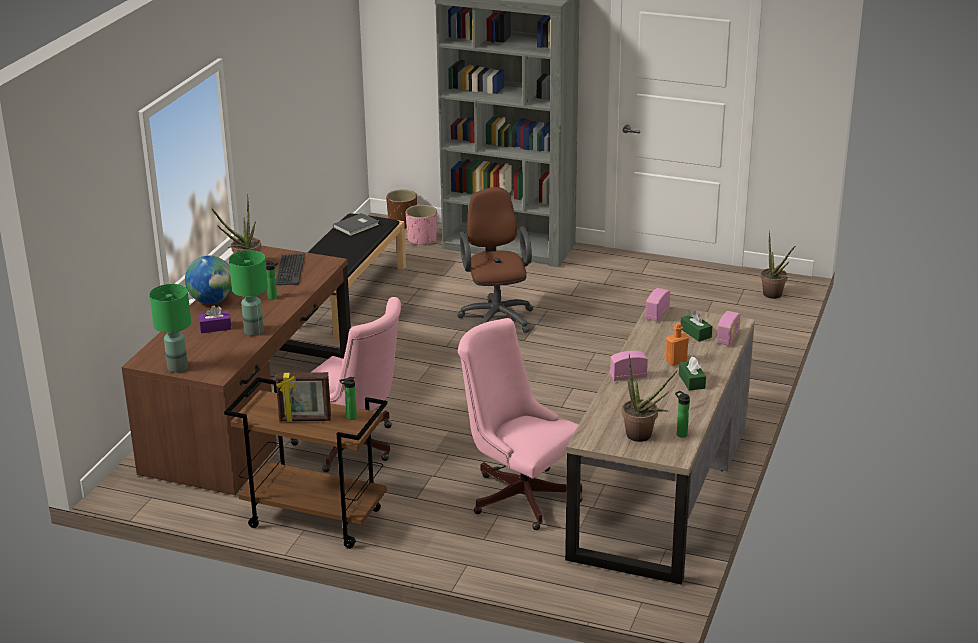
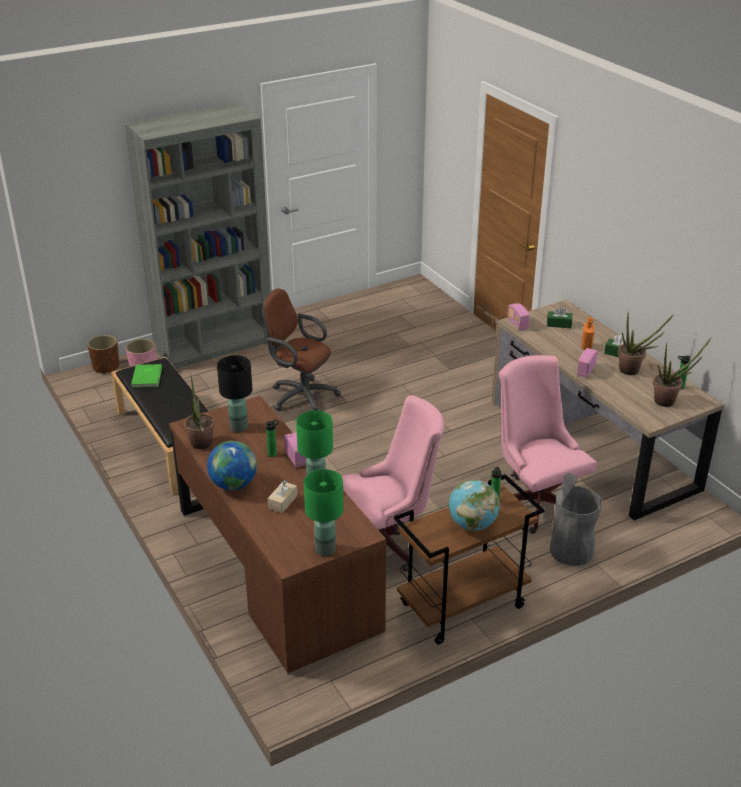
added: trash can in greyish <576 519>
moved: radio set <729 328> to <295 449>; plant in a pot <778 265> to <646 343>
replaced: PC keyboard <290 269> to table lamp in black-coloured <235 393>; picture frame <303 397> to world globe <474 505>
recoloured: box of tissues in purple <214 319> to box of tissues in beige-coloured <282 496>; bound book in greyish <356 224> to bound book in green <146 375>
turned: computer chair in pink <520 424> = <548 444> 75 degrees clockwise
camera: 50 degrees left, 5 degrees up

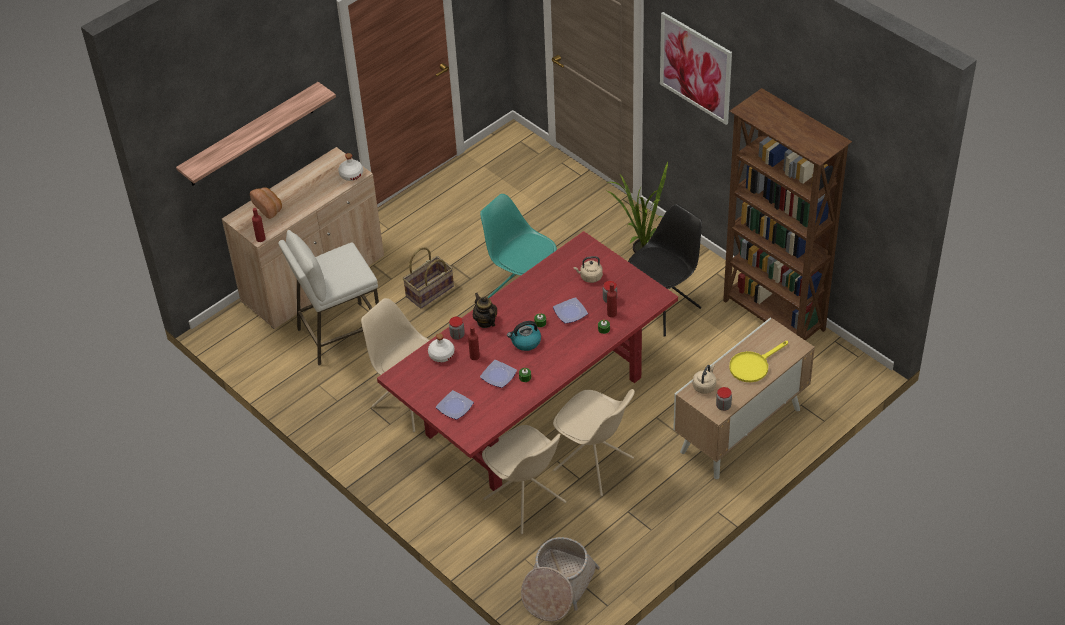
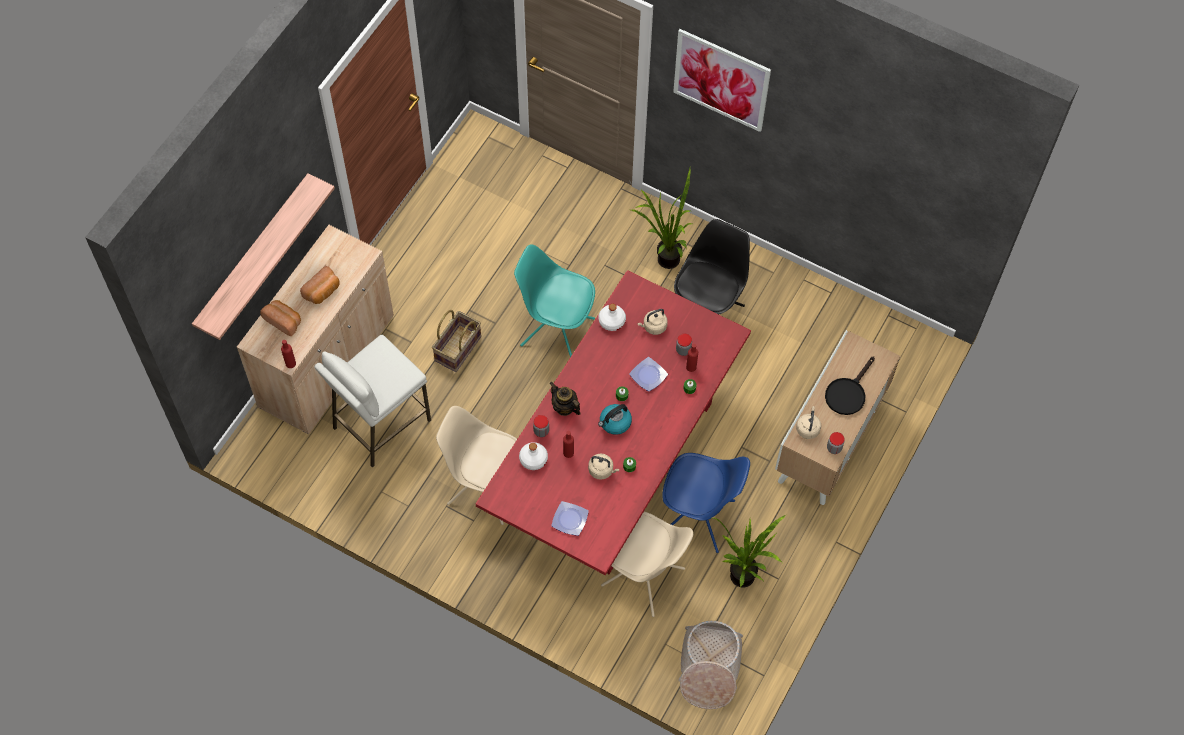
removed: shelving unit in brownish <787 214>
added: baked bread <320 285>; plant in a pot <750 551>
moved: drink bottle in white <350 167> to <612 317>
replaced: plate <498 374> to kettle in beige-coloured <603 466>
recoloured: chair in beige-coloured <594 442> to chair in blue <706 503>; skillet in yellow <758 361> to skillet in black-coloured <850 385>
camera: 20 degrees left, 15 degrees up

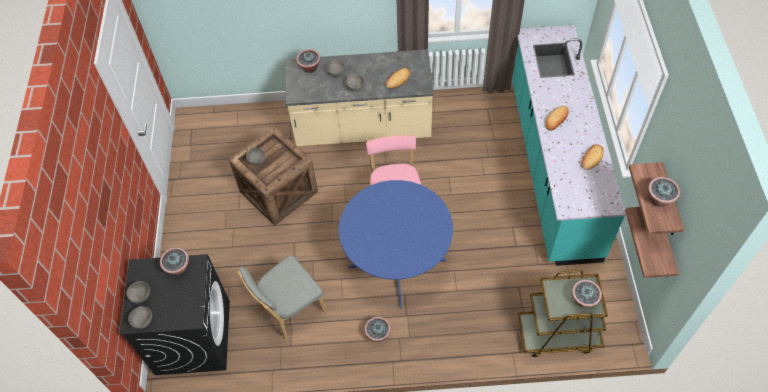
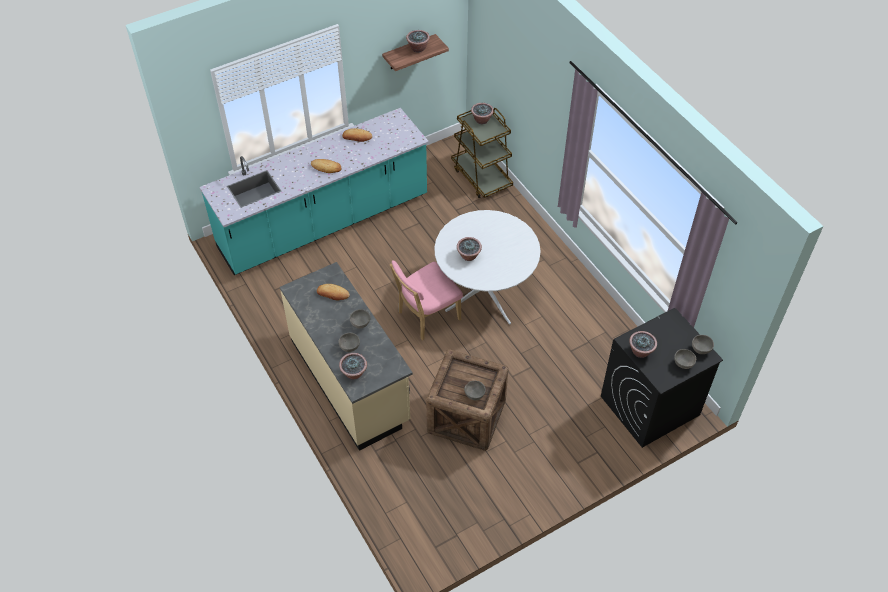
removed: chair in greyish <282 297>; wall shelf <652 242>
moved: plant in a pot <377 329> to <469 249>
recoloured: dinner table in blue <395 244> to dinner table in white <487 267>
camera: 120 degrees left, 5 degrees down

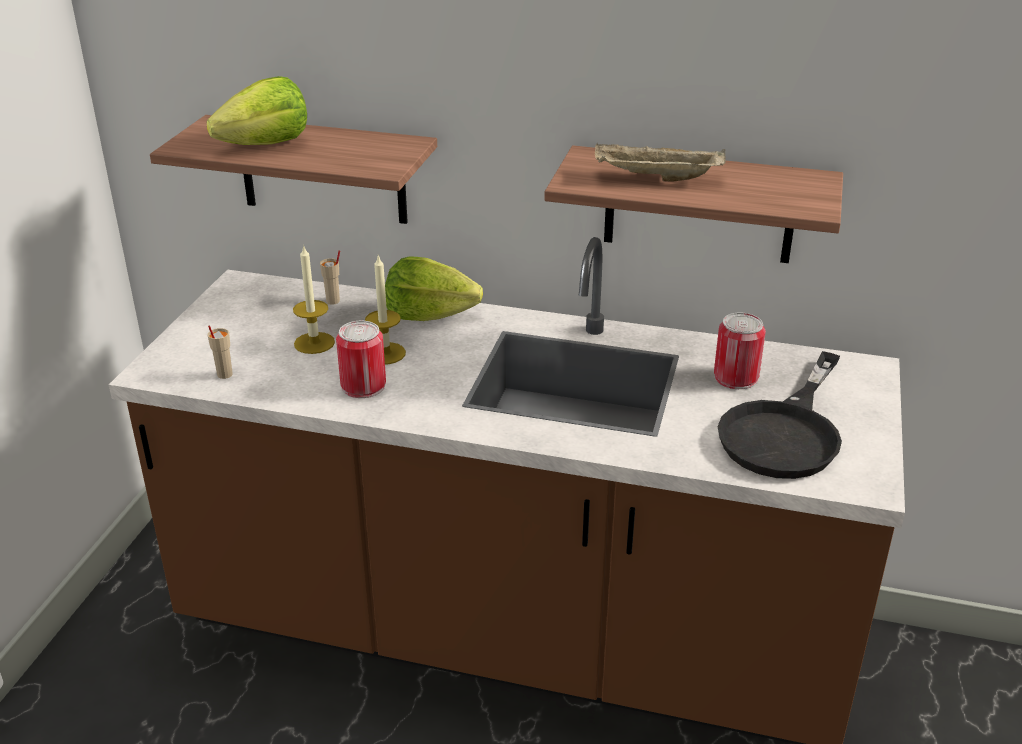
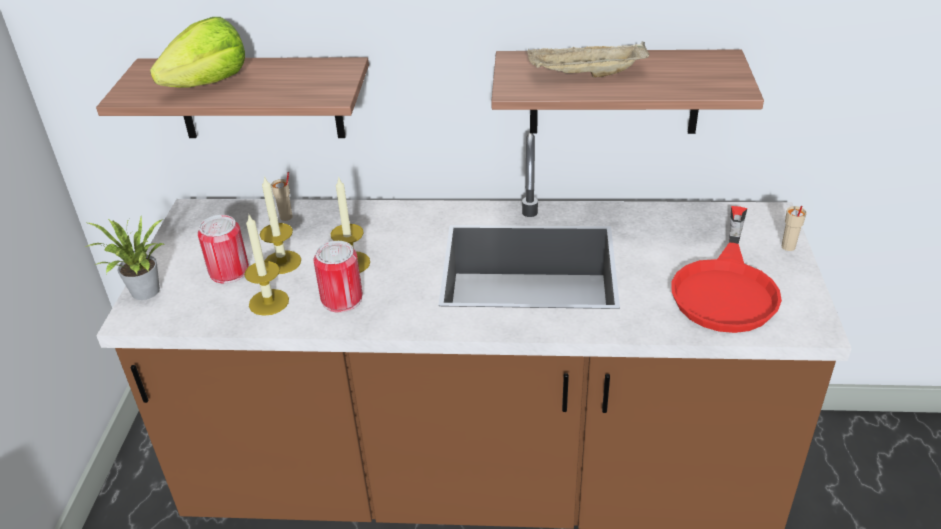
removed: head of lettuce <434 288>
added: plant in a pot <125 258>; wax candle <266 265>
moved: drinking cup in beige-coloured <220 352> to <794 228>; metal can <740 351> to <223 249>
recoloured: skillet in black-coloured <780 415> to skillet in reddish <726 269>
camera: 10 degrees left, 5 degrees up

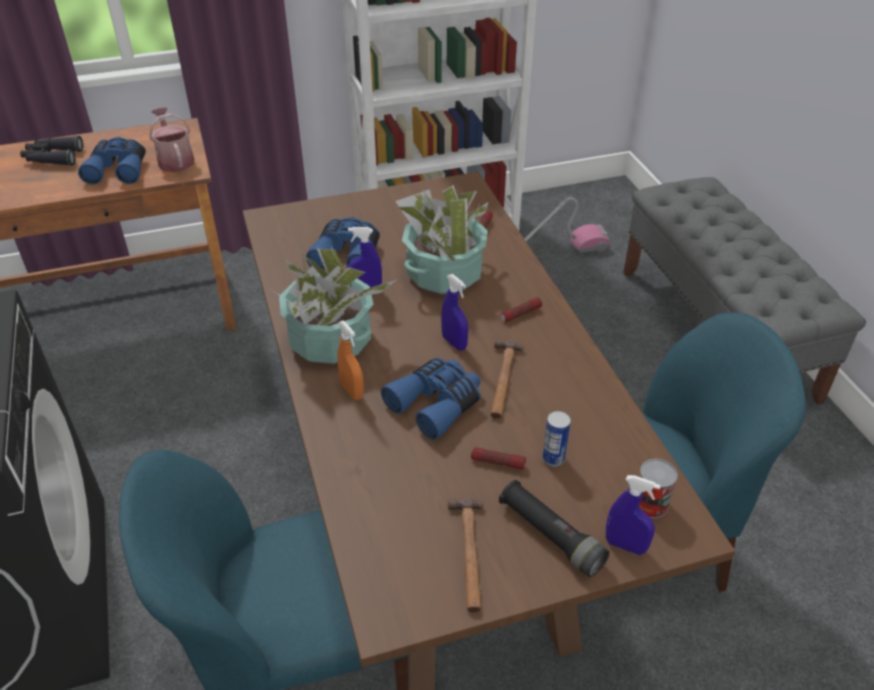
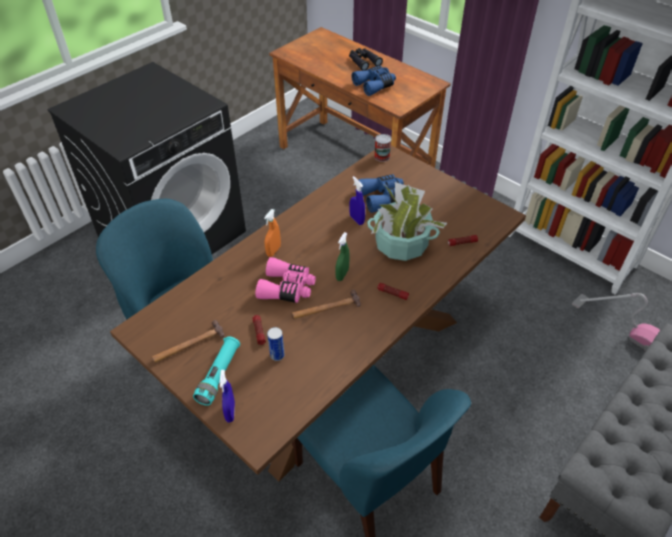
removed: sprinkling can <171 139>; plant in a pot <334 305>
moved: metal can <657 488> to <382 148>
recoloured: binoculars in blue <431 398> to binoculars in pink <285 280>; spray bottle in blue <454 312> to spray bottle in green <342 256>; torch in black-coloured <554 528> to torch in turquoise-coloured <216 371>
camera: 60 degrees right, 5 degrees up

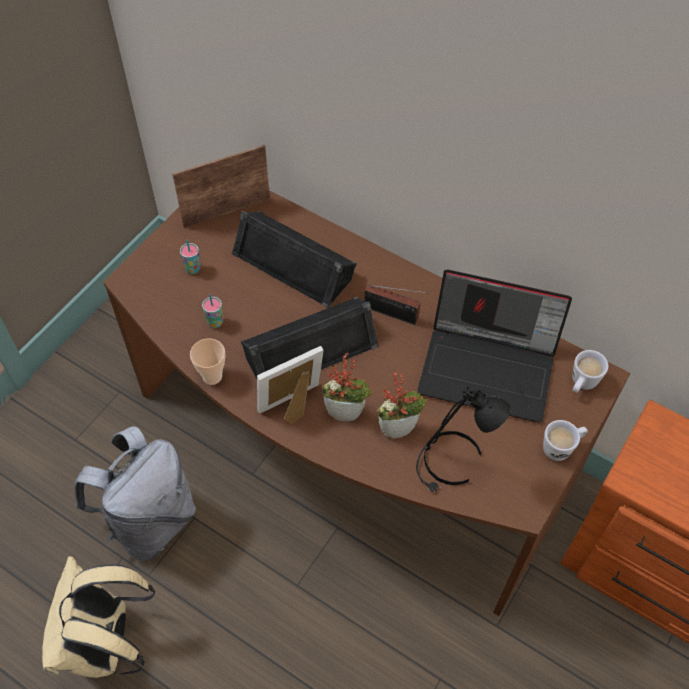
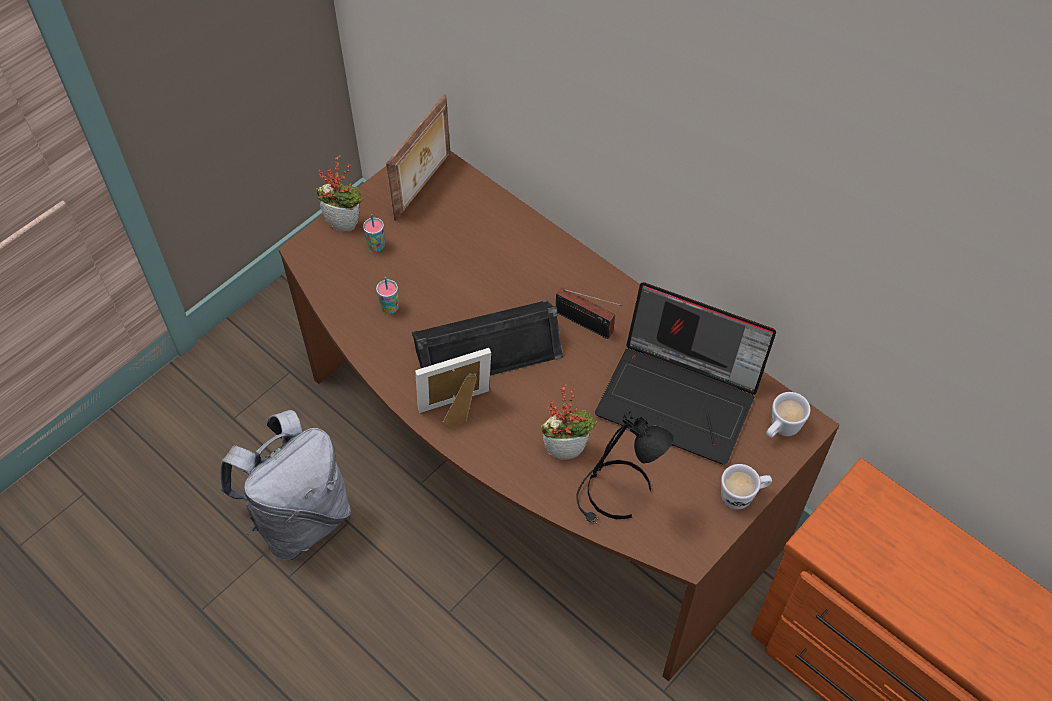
removed: backpack in beige-coloured <98 617>; drinking cup <207 362>; audio speaker in black-coloured <294 259>
moved: plant in a pot <347 387> to <339 193>
turned: picture frame <221 186> = <418 157> 135 degrees clockwise
camera: 10 degrees right, 0 degrees up

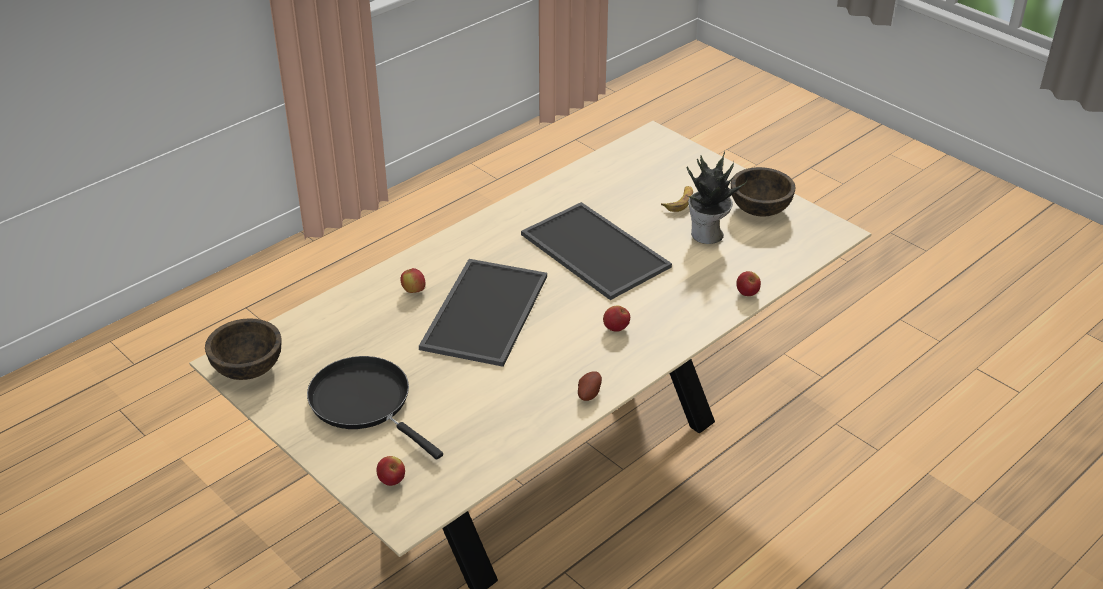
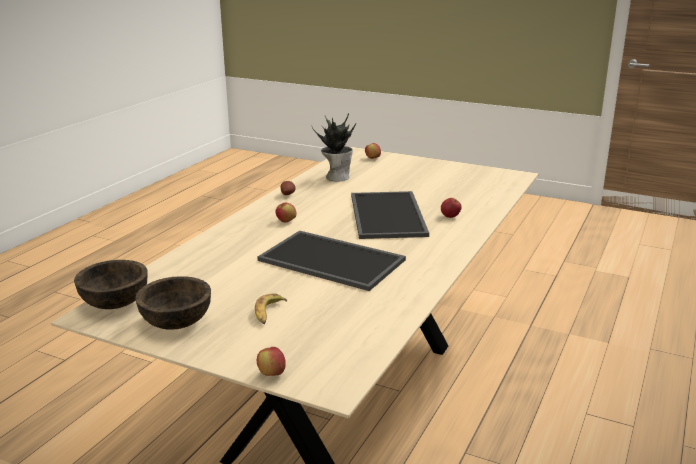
removed: skillet in black-coloured <375 408>
moved: deep dish in brownish <243 349> to <110 284>; plant in a pot <717 197> to <334 147>; apple fruit <748 283> to <271 361>
camera: 160 degrees right, 15 degrees down

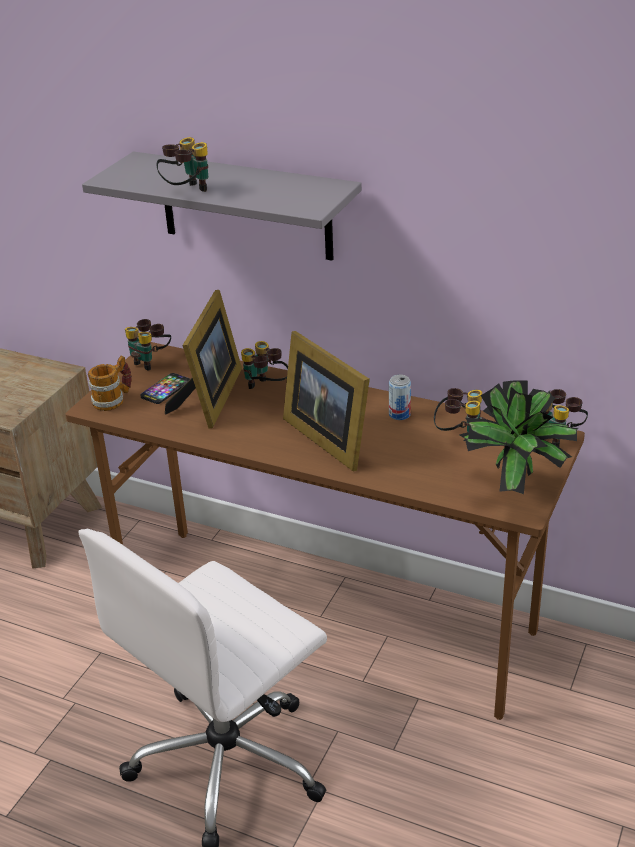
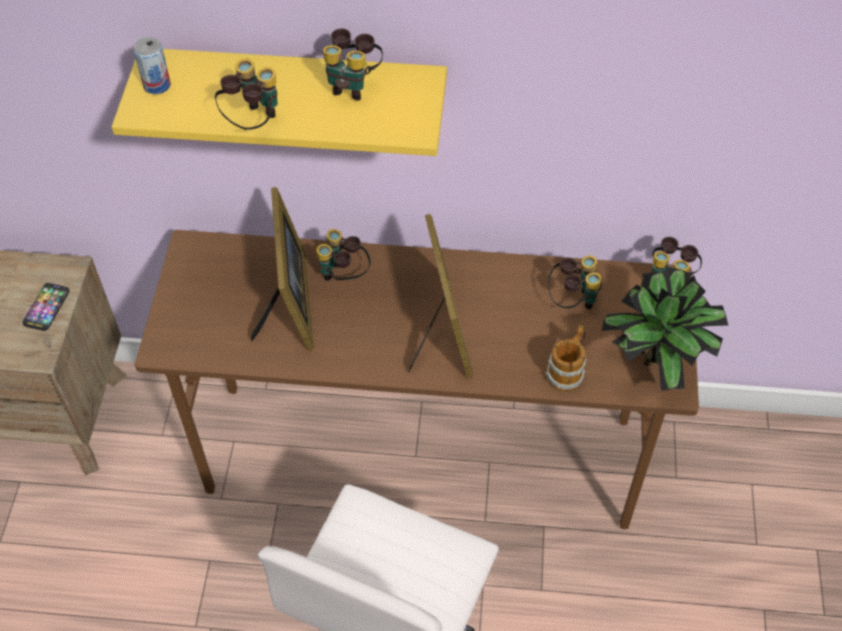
moved: mug <110 383> to <566 358>; binoculars <148 345> to <353 64>; handset <165 388> to <46 307>; metal can <400 397> to <152 65>
recoloured: wall shelf in greyish <222 206> to wall shelf in yellow <279 102>
turned: picture frame <326 401> = <440 296> 135 degrees counterclockwise
camera: 20 degrees left, 20 degrees up

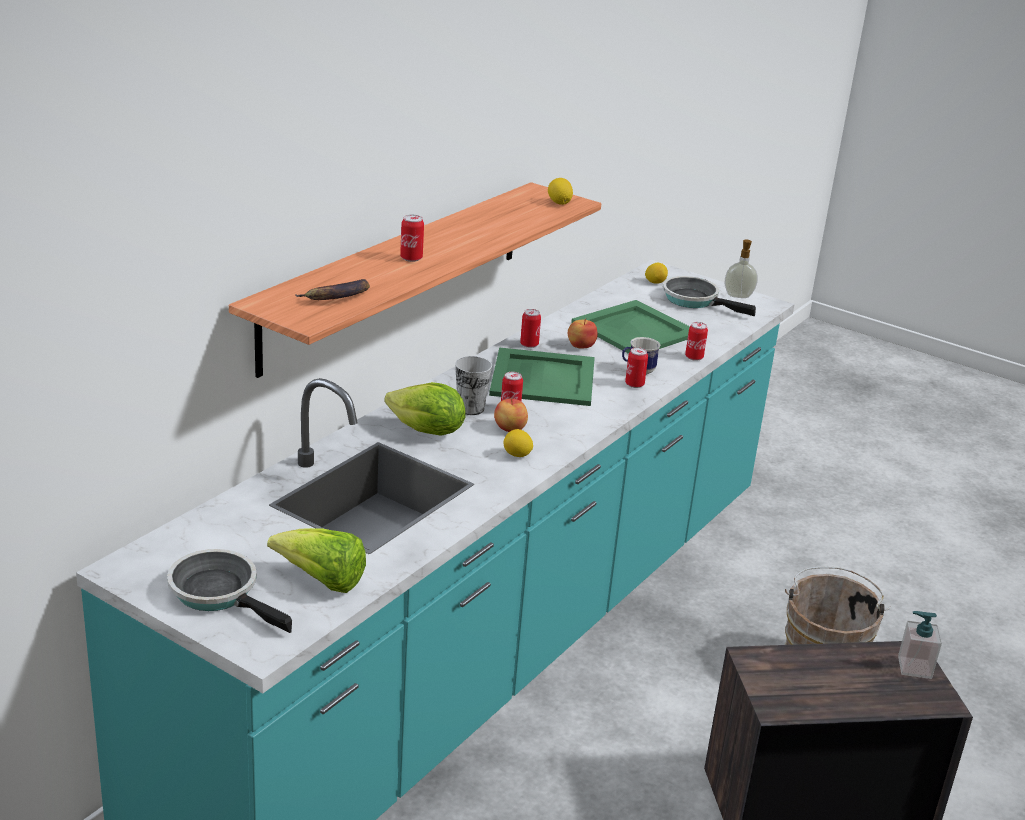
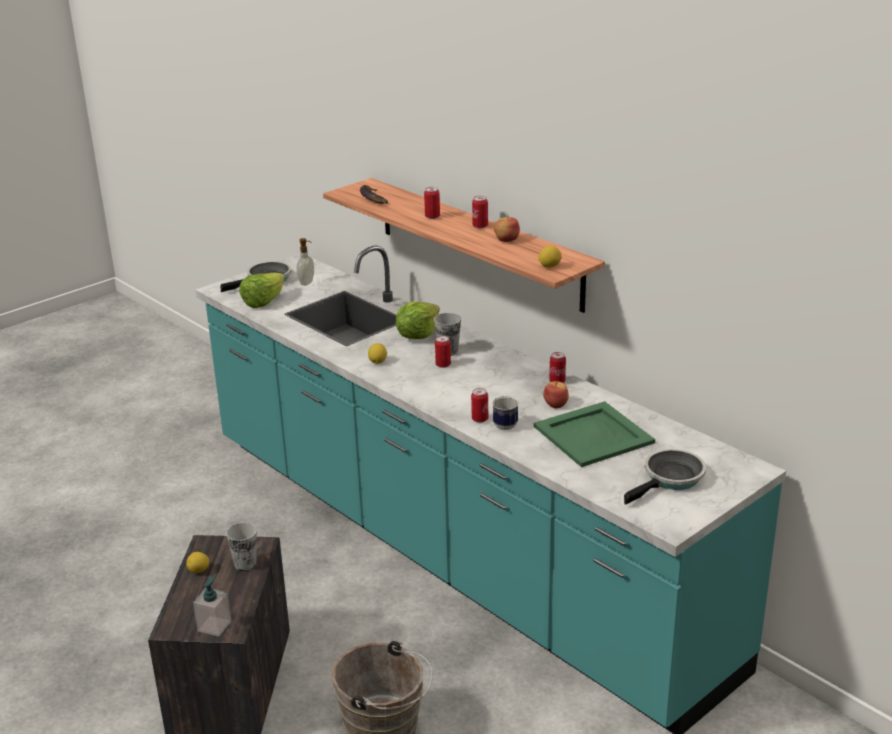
removed: carrying tray in green <542 376>
added: drinking cup <241 547>
moved: apple fruit <511 415> to <507 228>; lemon <656 273> to <197 562>; metal can <696 341> to <480 212>; liquid soap bottle <741 268> to <305 262>
camera: 105 degrees right, 0 degrees up

